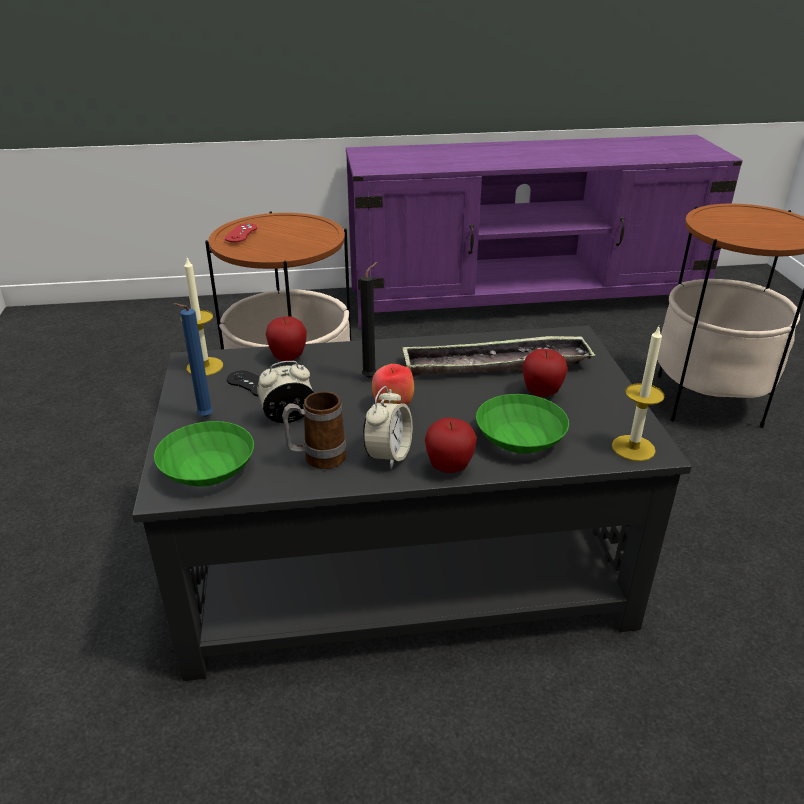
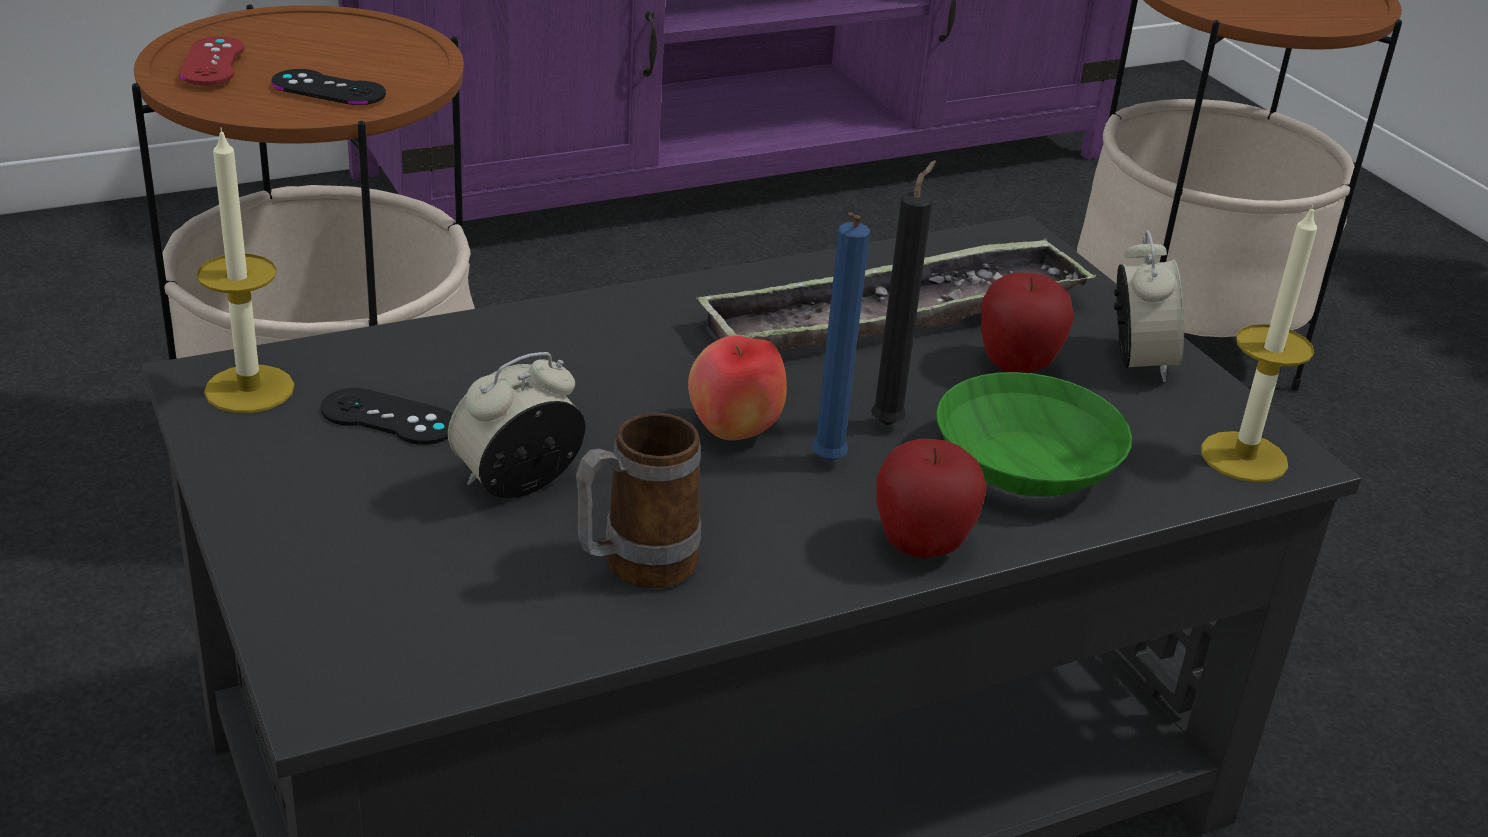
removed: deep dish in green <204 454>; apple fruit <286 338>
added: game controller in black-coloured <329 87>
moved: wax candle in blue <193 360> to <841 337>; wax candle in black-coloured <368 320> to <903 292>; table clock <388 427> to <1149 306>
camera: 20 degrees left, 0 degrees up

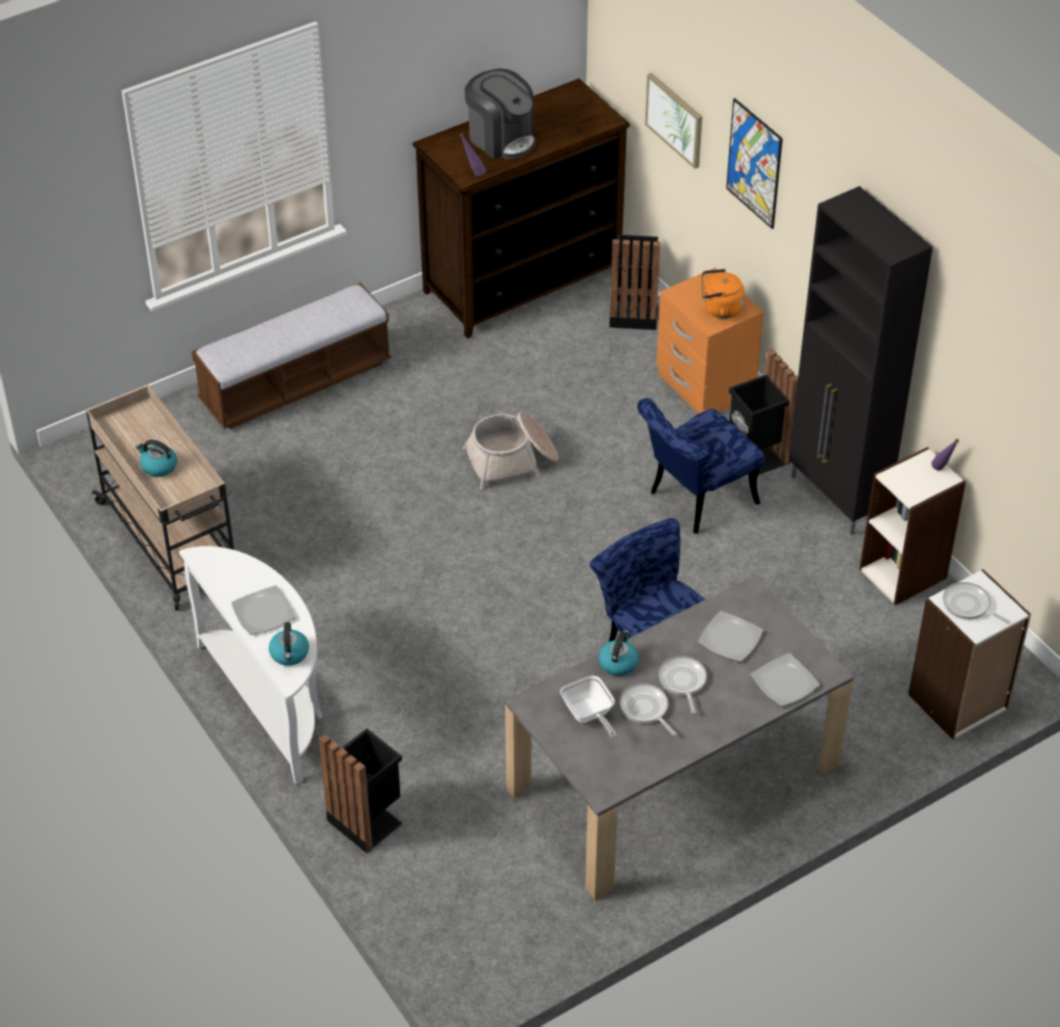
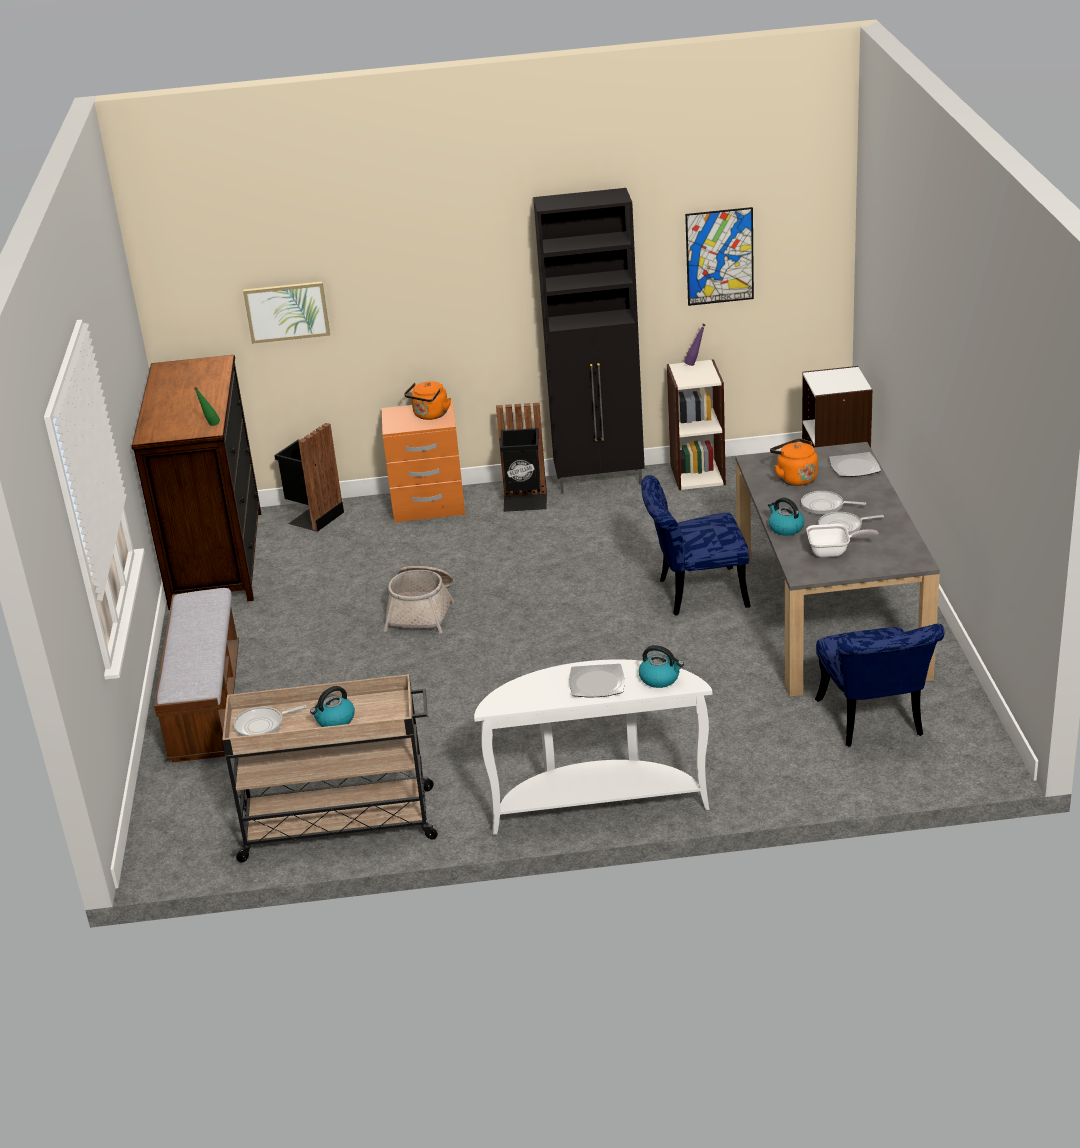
removed: trash can in black-coloured <360 790>; coffee brewer <500 114>
moved: chair in blue <700 466> to <879 685>; wall picture <754 163> to <719 256>; skillet <976 603> to <270 720>
replaced: plate <731 636> to kettle in orange <794 462>
recoloured: drink bottle in purple <473 155> to drink bottle in green <207 406>
camera: 60 degrees left, 15 degrees down

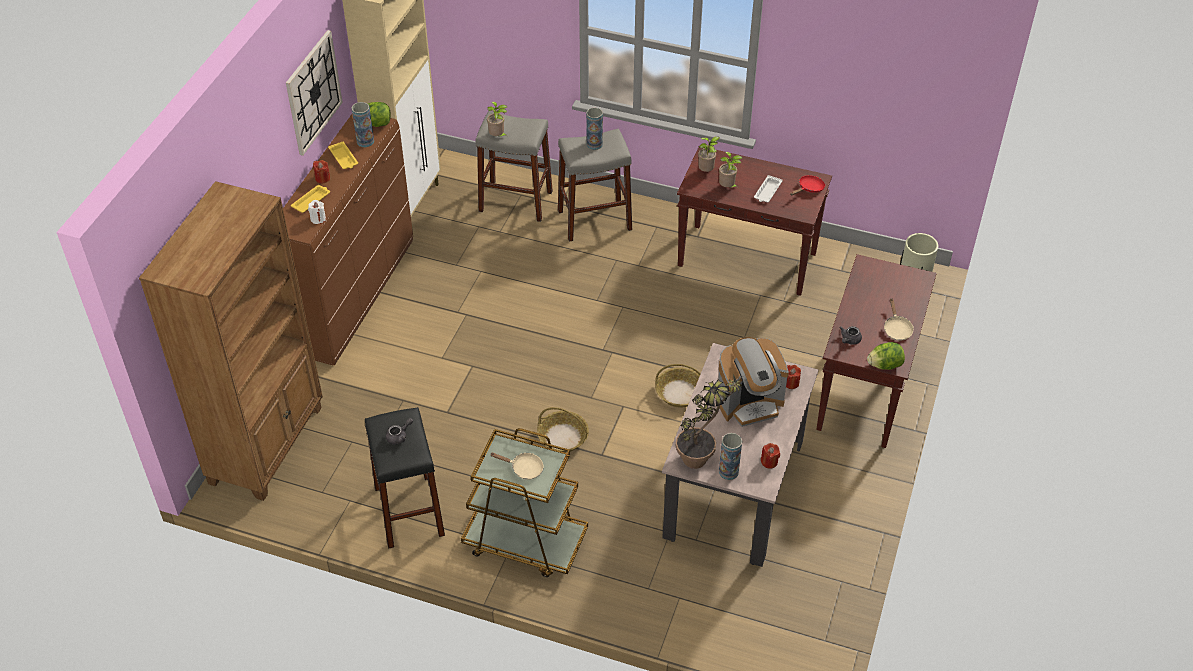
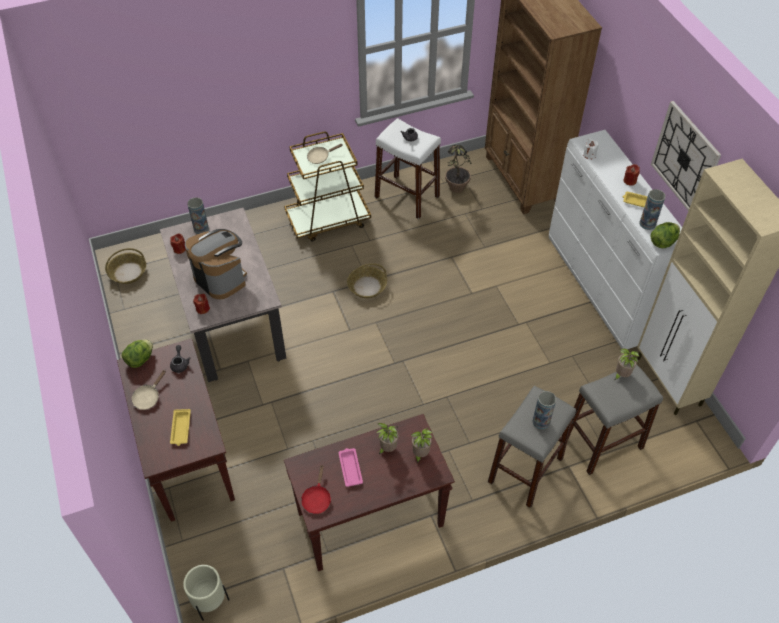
moved: carrying tray in yellow <310 199> to <180 427>; household basket <678 386> to <125 266>; plant in a pot <711 421> to <458 169>
recoloured: dresser in brownish <348 240> to dresser in white <615 239>; sitting stool in black-coloured <405 478> to sitting stool in white <408 168>; carrying tray in white <768 188> to carrying tray in pink <350 467>
turned: coffee brewer <753 382> = <216 264> 105 degrees clockwise; skillet in beige-coloured <898 320> = <149 390> 105 degrees counterclockwise
camera: 140 degrees right, 5 degrees up

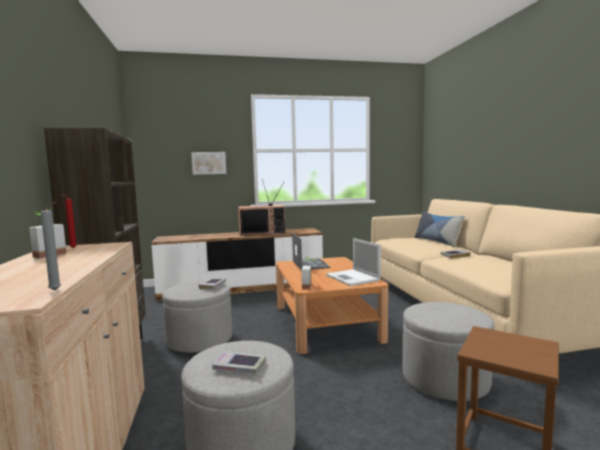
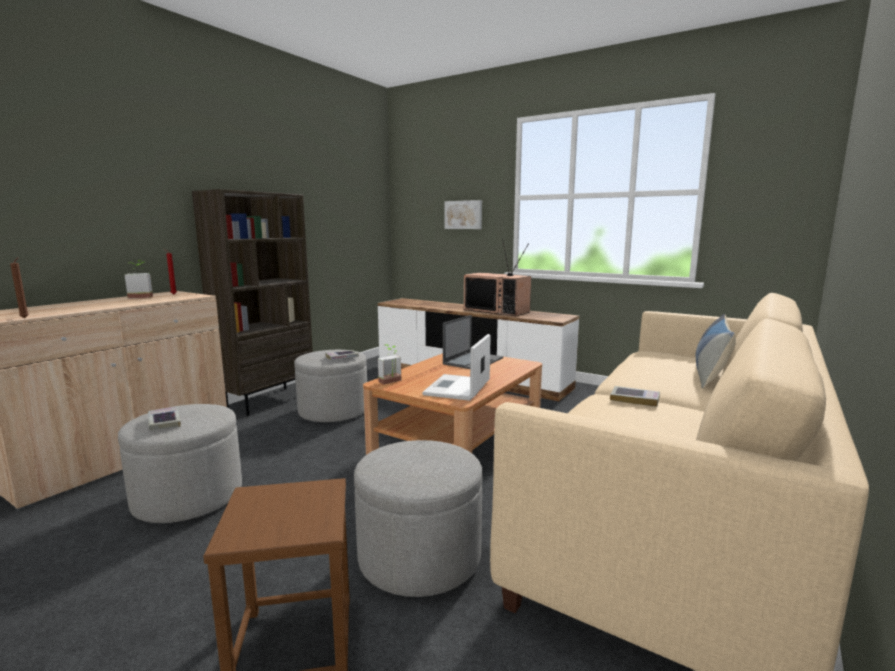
recoloured: wax candle in greyish <51 246> to wax candle in brownish <19 287>
camera: 45 degrees right, 5 degrees up

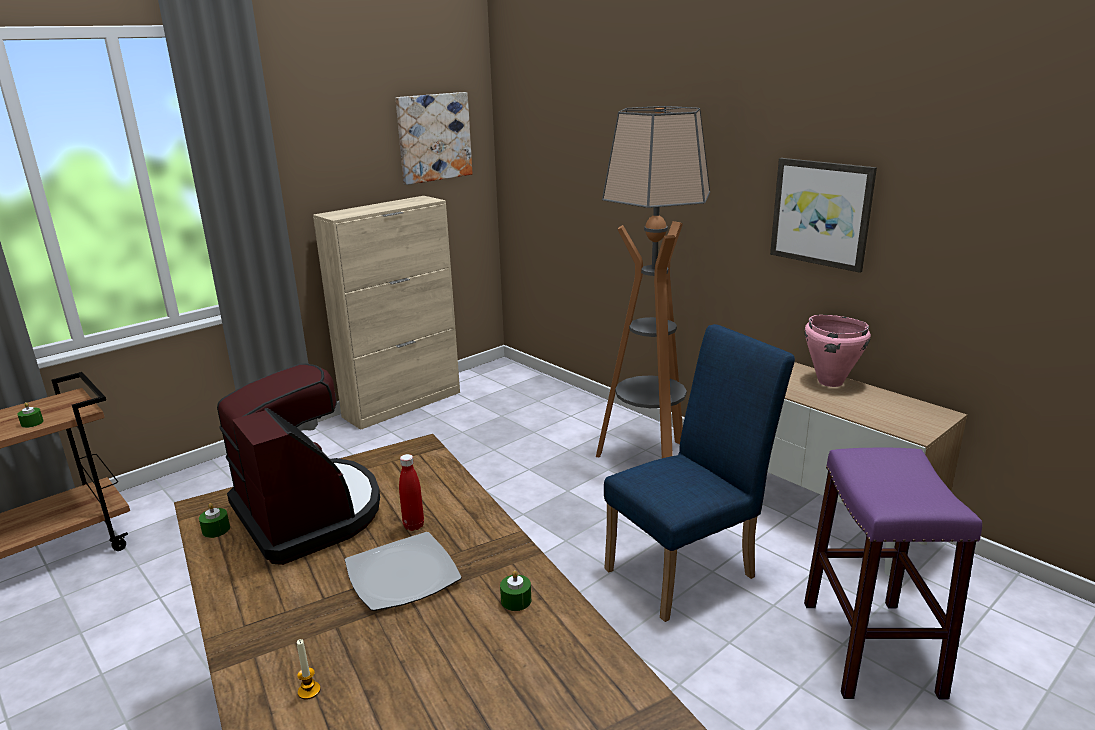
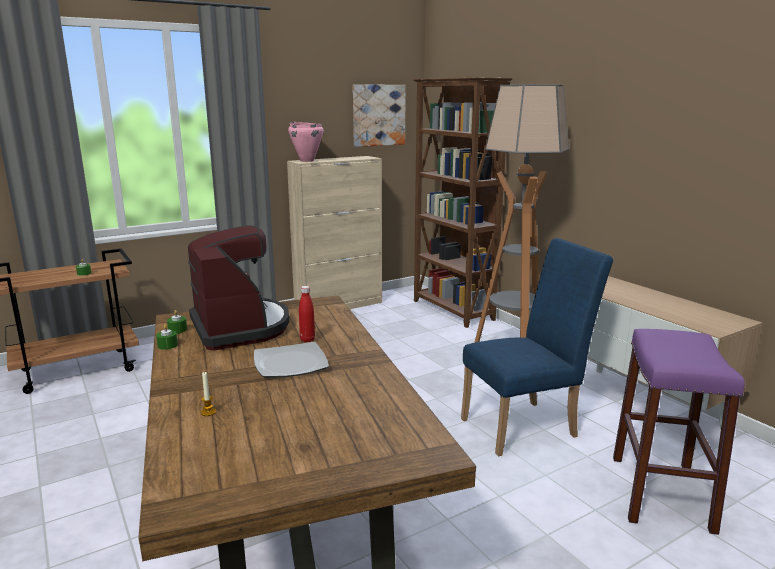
removed: wall picture <823 215>
added: shelving unit in brownish <463 203>
moved: wax candle in green <515 590> to <167 337>; cooking pot in pink <838 351> to <306 142>
camera: 10 degrees right, 5 degrees down

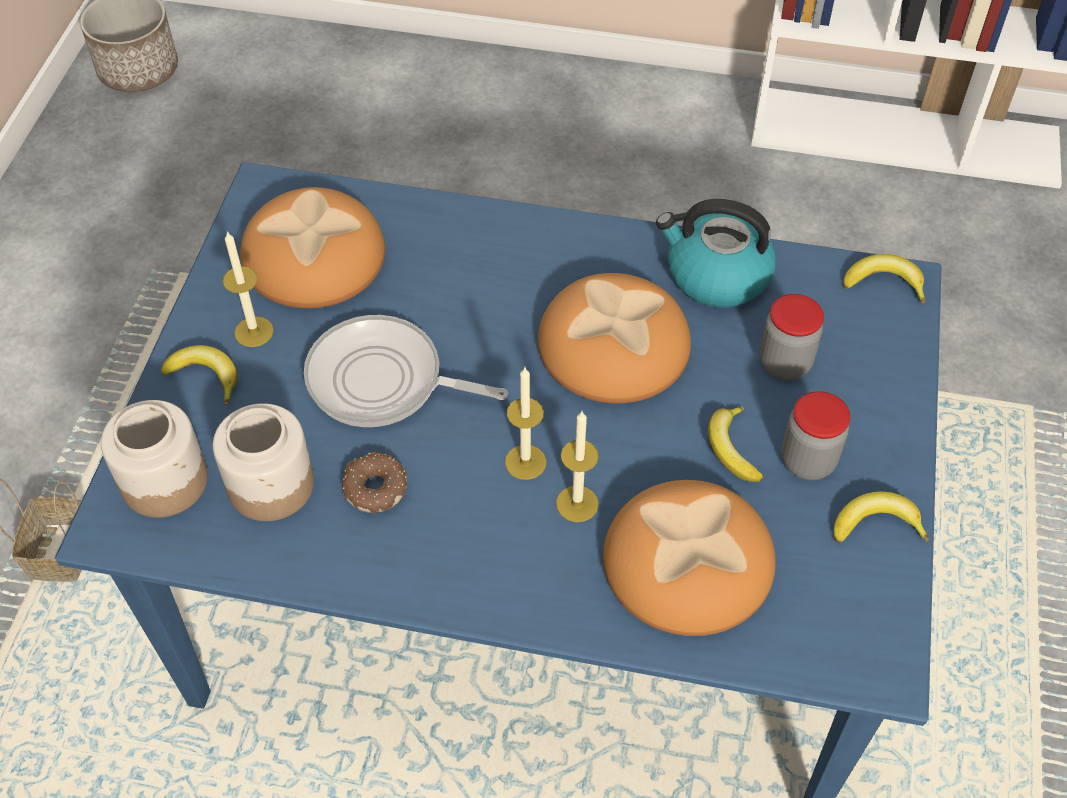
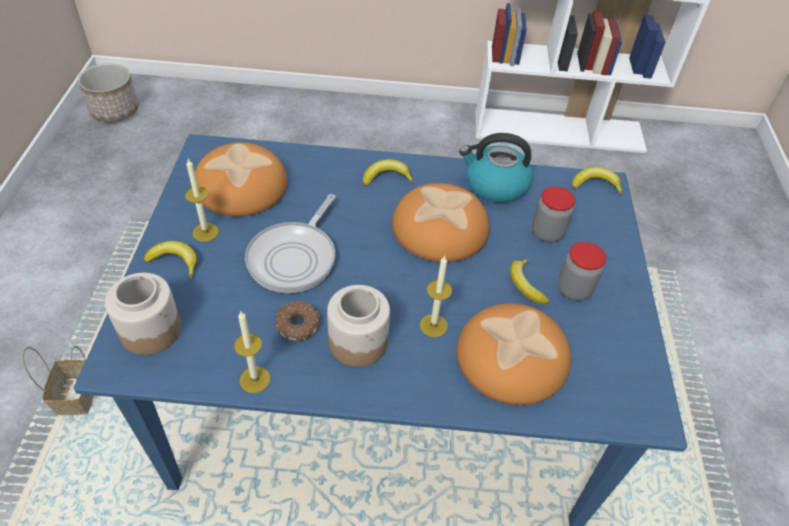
moved: storage jar <263 462> to <358 326>; wax candle <525 424> to <252 352>; banana <881 517> to <388 172>
turned: skillet <406 371> = <290 243> 75 degrees counterclockwise
camera: 10 degrees left, 5 degrees down

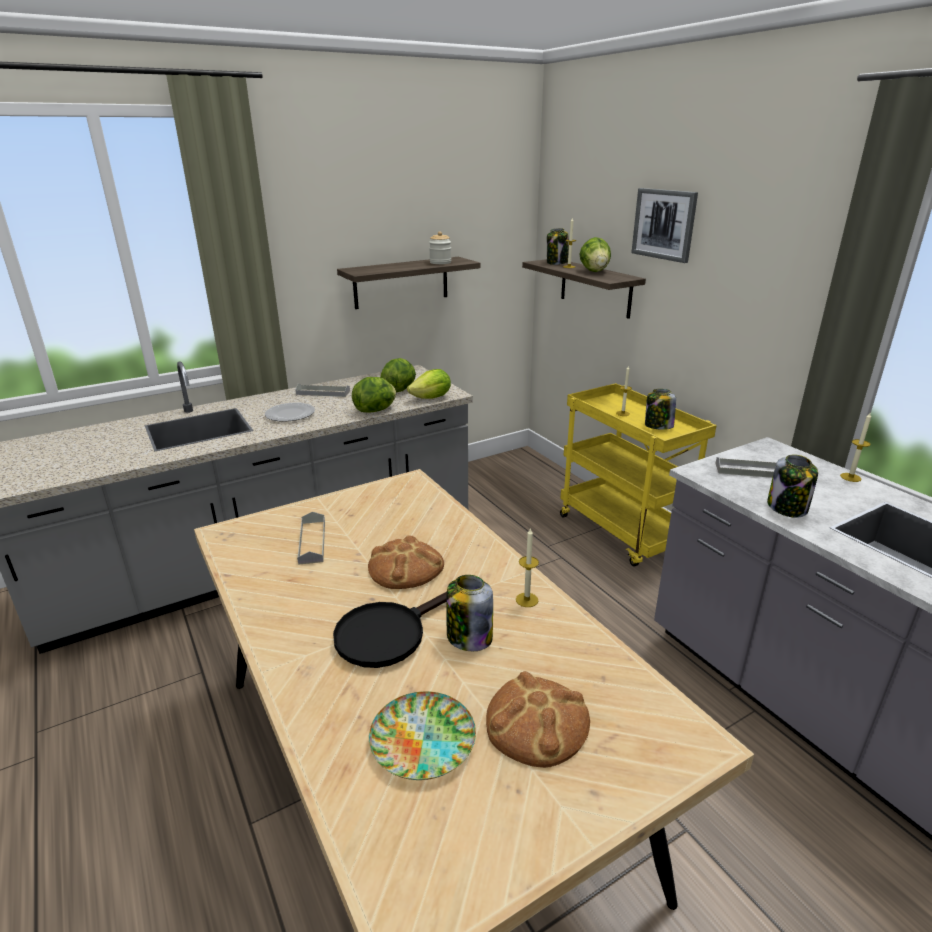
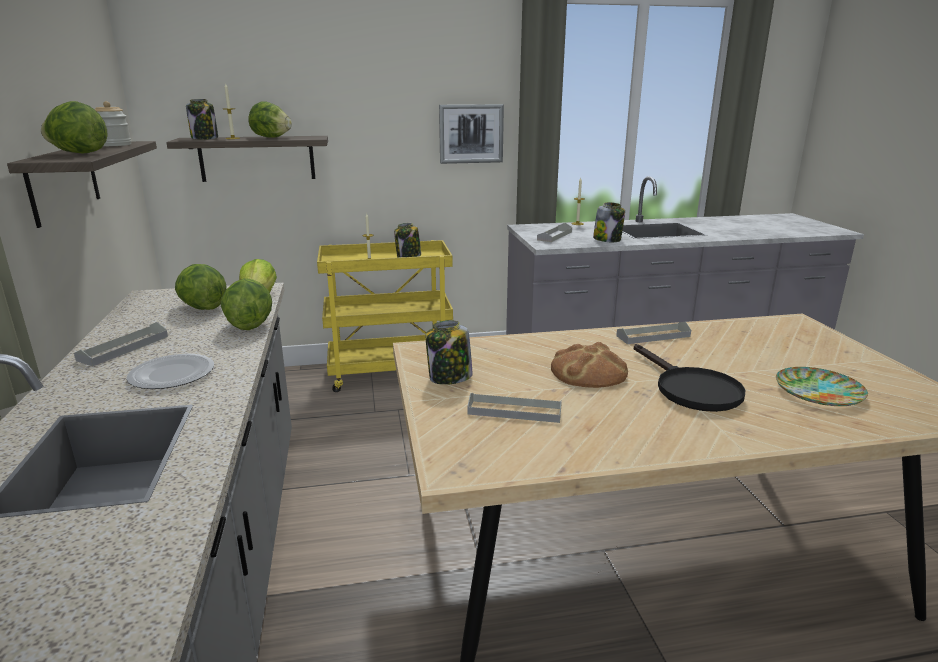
removed: baked bread <538 719>
added: head of lettuce <74 127>
moved: storage jar <469 613> to <449 352>; wall picture <664 225> to <471 134>
replaced: wax candle <527 567> to carrying tray in greyish <653 332>
camera: 70 degrees left, 5 degrees down

